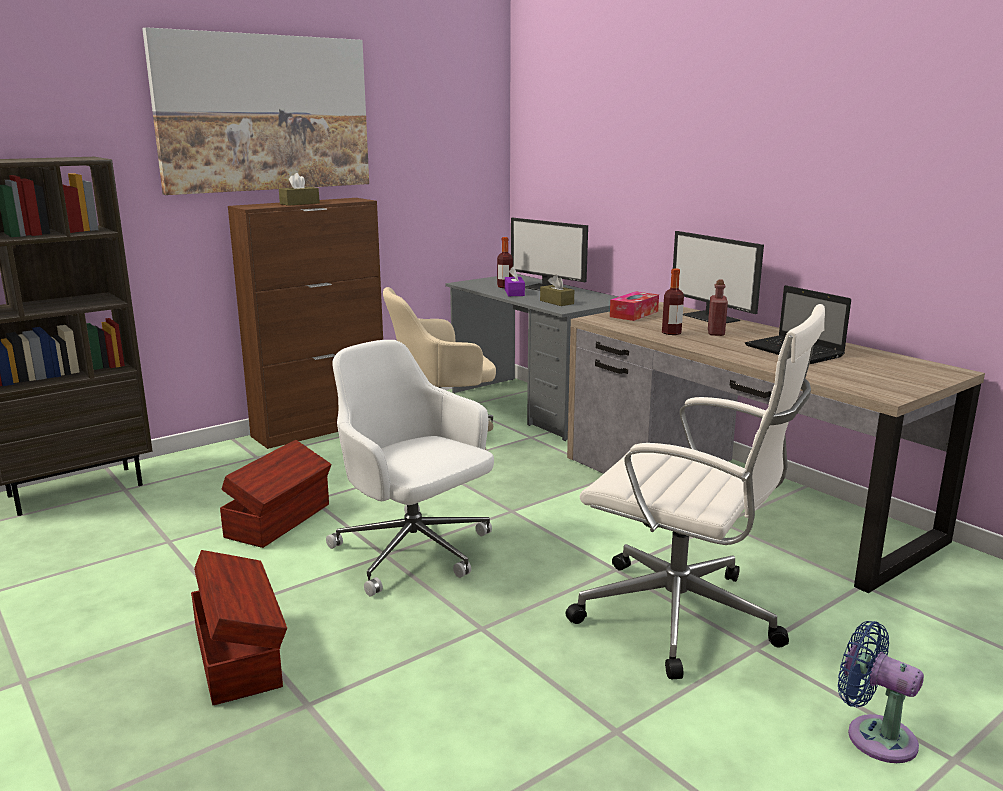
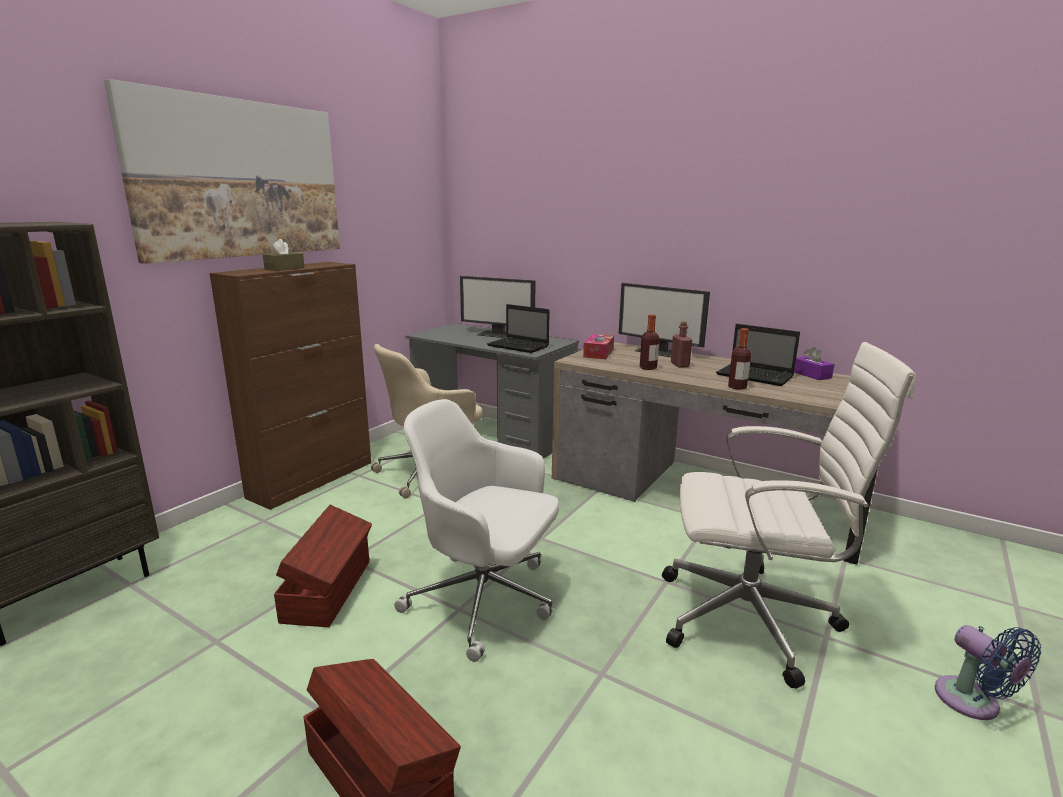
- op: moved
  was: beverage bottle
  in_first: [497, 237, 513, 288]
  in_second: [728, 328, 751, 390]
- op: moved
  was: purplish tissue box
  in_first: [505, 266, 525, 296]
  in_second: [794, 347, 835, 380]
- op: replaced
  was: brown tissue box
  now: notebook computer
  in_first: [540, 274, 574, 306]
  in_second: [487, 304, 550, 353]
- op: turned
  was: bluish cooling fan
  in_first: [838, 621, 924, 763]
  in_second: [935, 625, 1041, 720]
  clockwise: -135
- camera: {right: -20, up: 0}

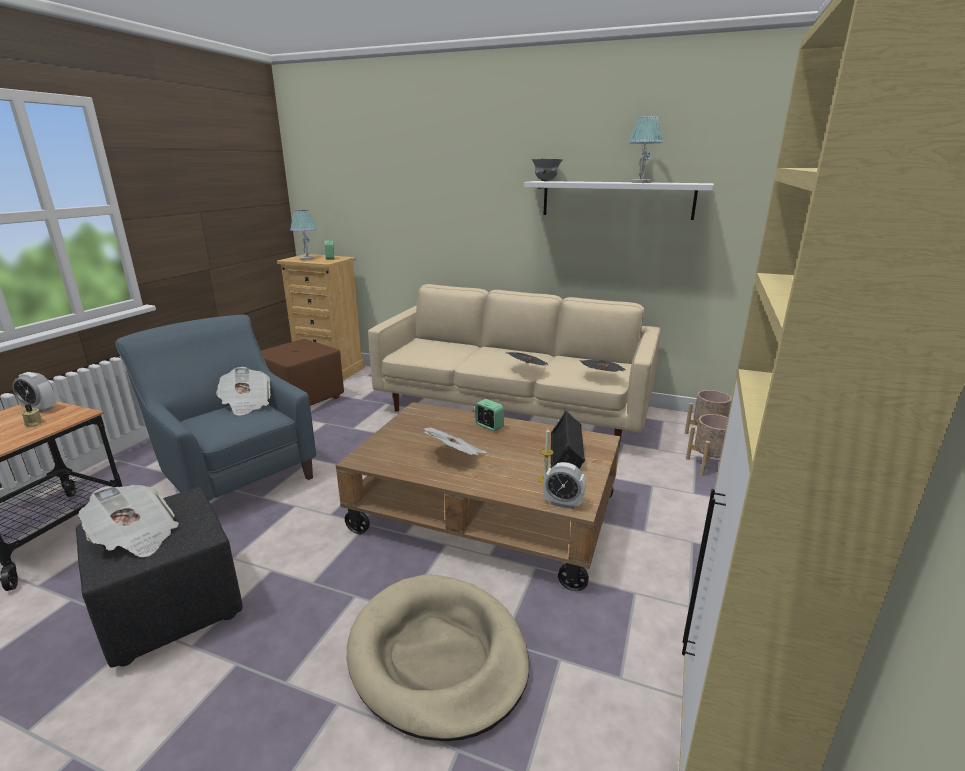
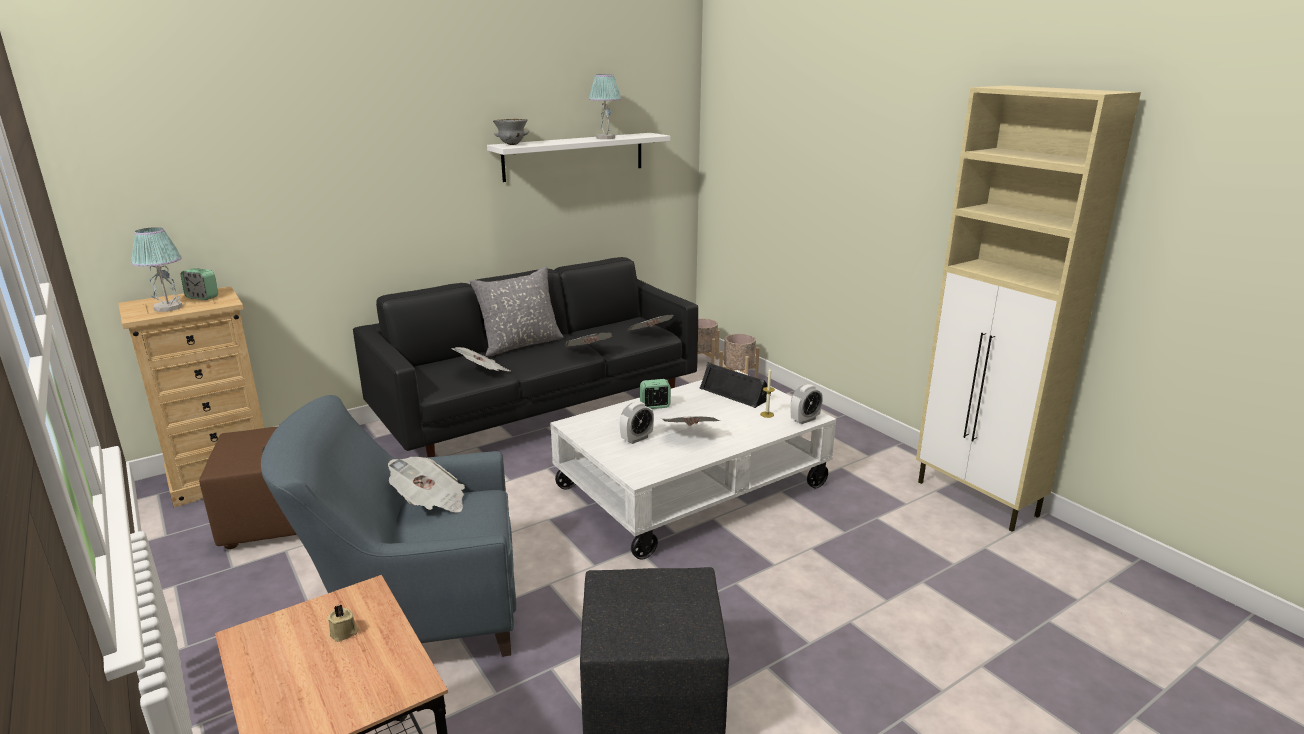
- op: removed
  was: beige-coloured dog bed
  in_first: [347, 575, 529, 741]
- op: added
  now: greyish cushion
  in_second: [470, 266, 563, 356]
- op: moved
  was: alarm clock
  in_first: [12, 372, 56, 412]
  in_second: [620, 402, 654, 444]
- op: moved
  was: daily paper
  in_first: [78, 485, 179, 557]
  in_second: [451, 347, 510, 371]
- op: recoloured
  was: brown lounge table
  now: white lounge table
  in_first: [336, 402, 620, 591]
  in_second: [550, 370, 836, 560]
- op: recoloured
  was: beige-coloured couch
  now: black-coloured couch
  in_first: [368, 284, 661, 446]
  in_second: [353, 257, 698, 457]
- camera: {right: -55, up: 0}

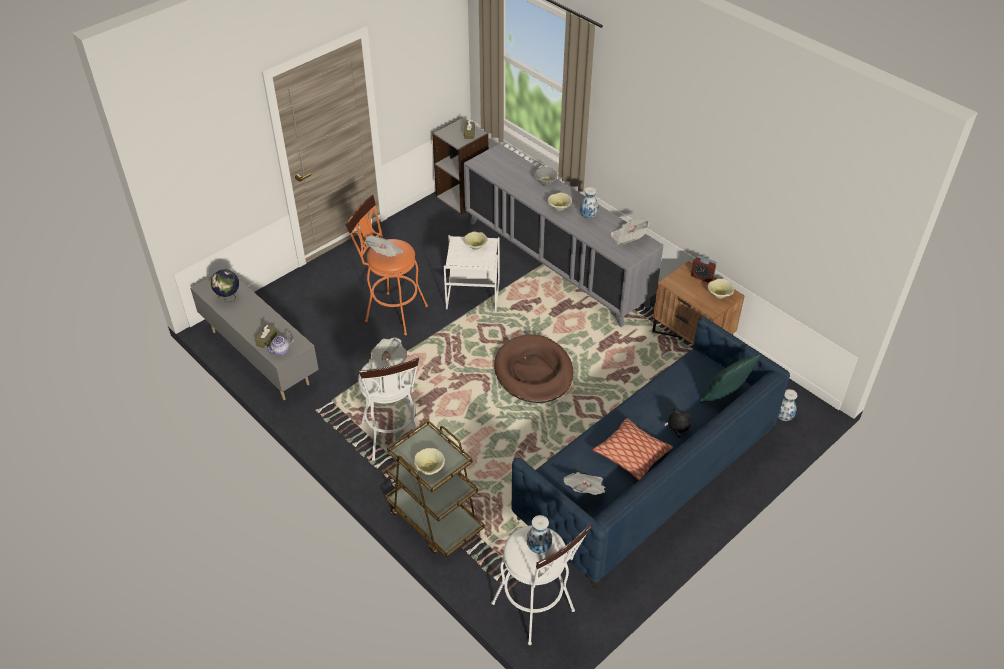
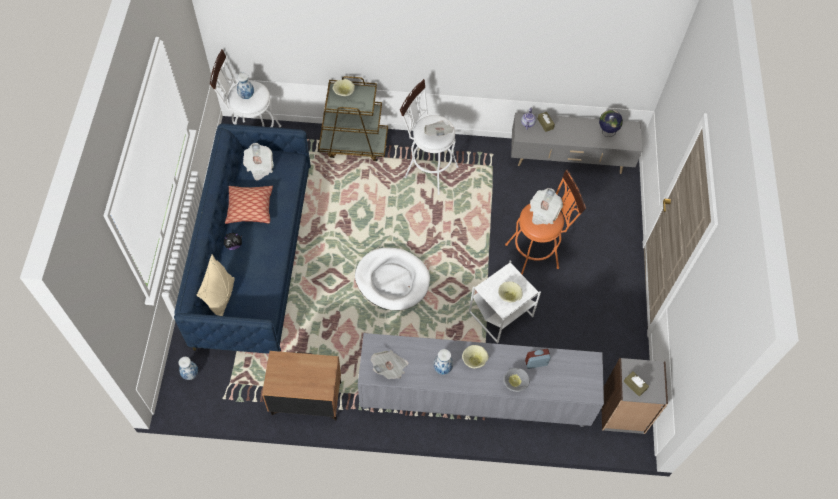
- op: removed
  was: beige-coloured deep dish
  in_first: [708, 279, 734, 298]
- op: moved
  was: alarm clock
  in_first: [691, 255, 717, 283]
  in_second: [525, 349, 551, 369]
- op: recoloured
  was: brown dog bed
  now: white dog bed
  in_first: [494, 334, 574, 403]
  in_second: [355, 247, 430, 311]
- op: recoloured
  was: green cushion
  now: beige-coloured cushion
  in_first: [700, 354, 761, 403]
  in_second: [197, 254, 235, 316]
- camera: {right: 135, up: 15}

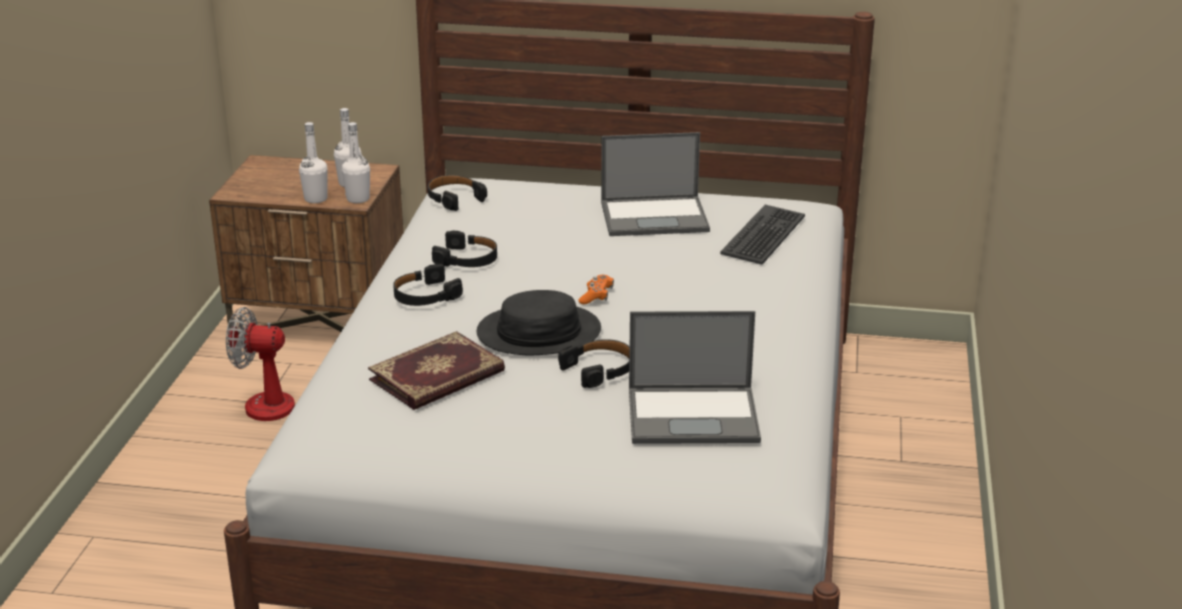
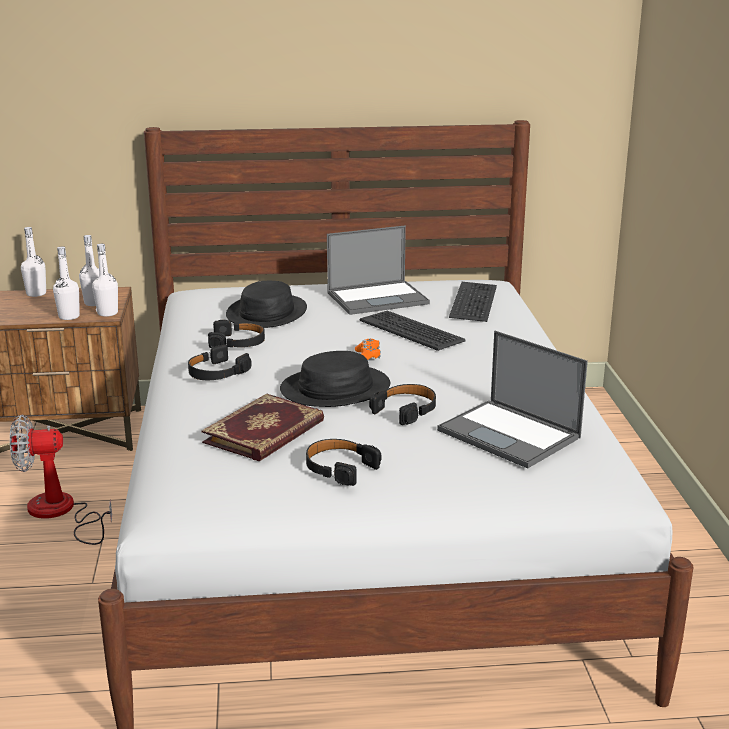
- op: added
  now: white beverage bottle
  in_second: [21, 227, 46, 297]
- op: added
  now: black-coloured clothing hat
  in_second: [226, 281, 307, 328]
- op: added
  now: keyboard
  in_second: [359, 311, 466, 351]
- op: moved
  was: black-coloured headset
  in_first: [428, 175, 487, 211]
  in_second: [306, 439, 381, 486]
- op: turned
  was: notebook computer
  in_first: [629, 311, 761, 444]
  in_second: [437, 331, 588, 468]
  clockwise: 60
- camera: {right: -15, up: -5}

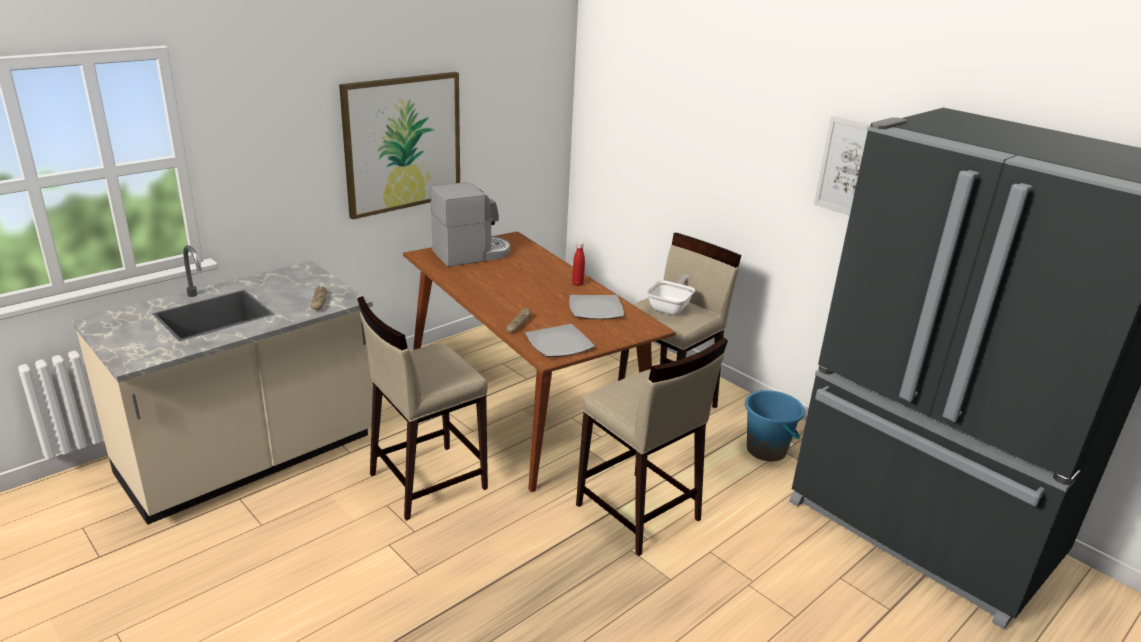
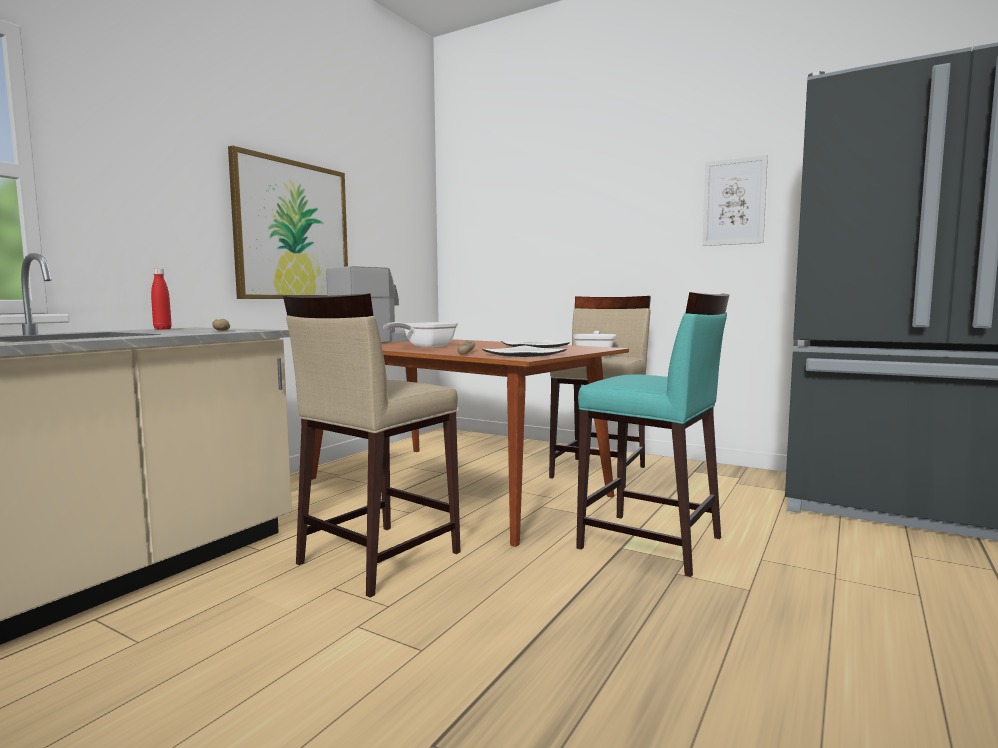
- op: removed
  was: bluish pail
  in_first: [745, 389, 805, 462]
- op: added
  now: pan
  in_second: [383, 322, 458, 348]
- op: moved
  was: reddish beverage bottle
  in_first: [572, 242, 585, 286]
  in_second: [151, 268, 172, 330]
- op: recoloured
  was: beige-coloured stool
  now: turquoise-coloured stool
  in_first: [576, 337, 728, 556]
  in_second: [576, 292, 729, 577]
- camera: {right: -15, up: -20}

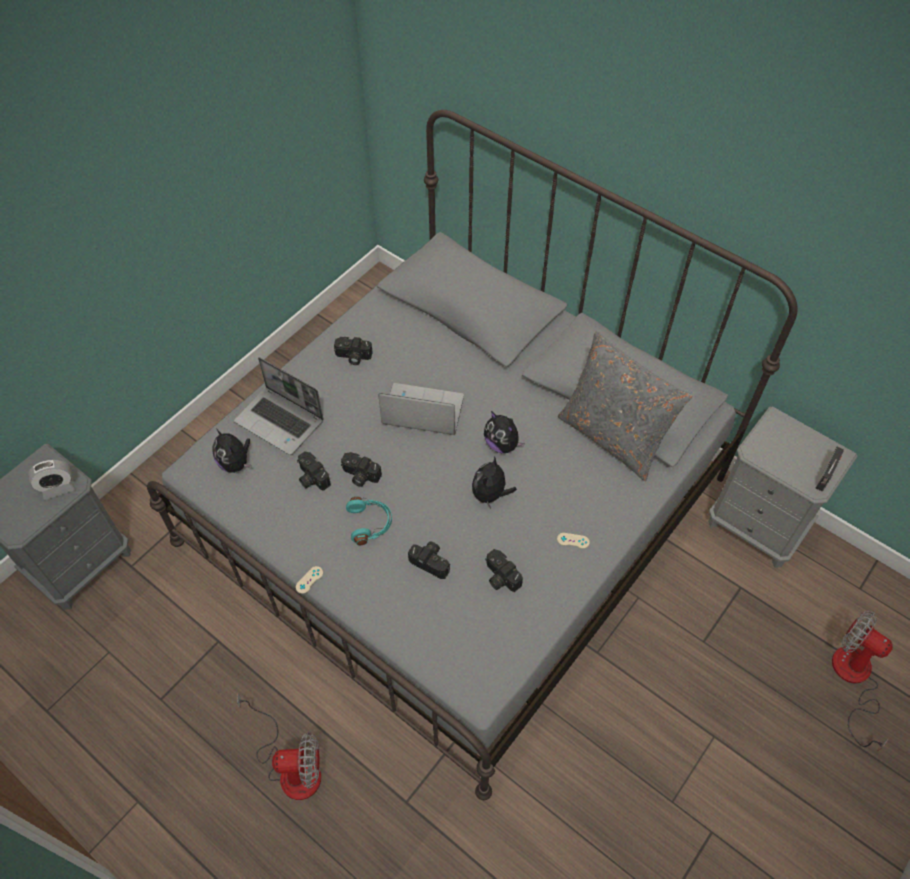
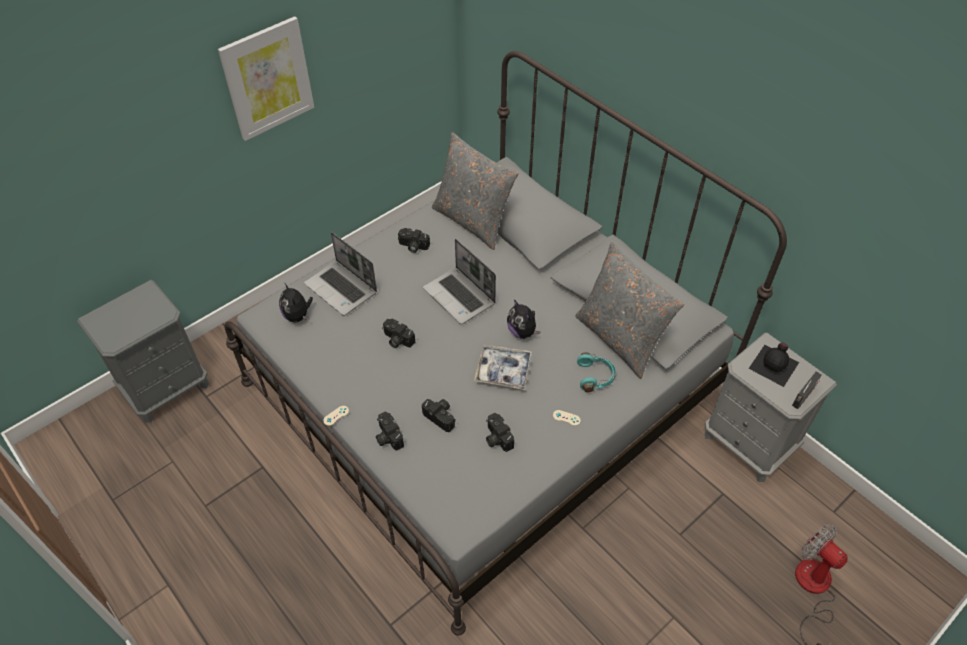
- op: removed
  was: alarm clock
  in_first: [28, 460, 75, 500]
- op: removed
  was: cooling fan
  in_first: [237, 693, 321, 800]
- op: added
  now: wall picture
  in_second: [218, 16, 314, 141]
- op: added
  now: greyish cushion
  in_second: [432, 132, 518, 250]
- op: added
  now: black-coloured beverage bottle
  in_second: [748, 342, 799, 387]
- op: moved
  was: photo camera
  in_first: [297, 451, 331, 491]
  in_second: [376, 412, 404, 451]
- op: moved
  was: turquoise-coloured headset
  in_first: [346, 497, 392, 545]
  in_second: [577, 352, 616, 392]
- op: replaced
  was: plush toy
  now: carrying tray
  in_first: [472, 456, 517, 509]
  in_second: [474, 345, 533, 390]
- op: turned
  was: notebook computer
  in_first: [378, 383, 464, 435]
  in_second: [423, 239, 496, 324]
  clockwise: -150
- camera: {right: 10, up: -5}

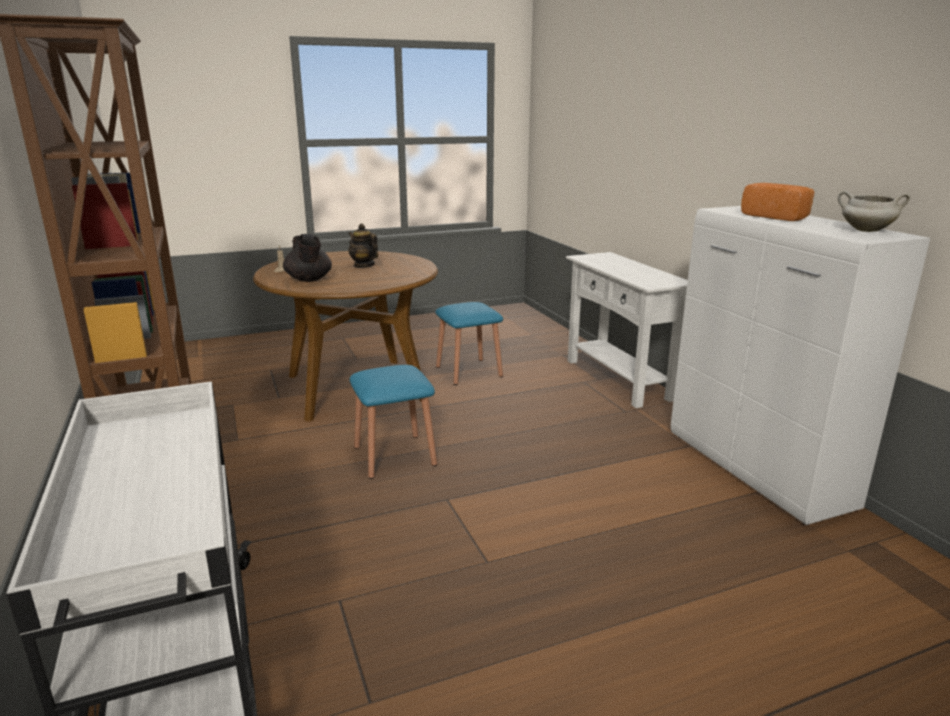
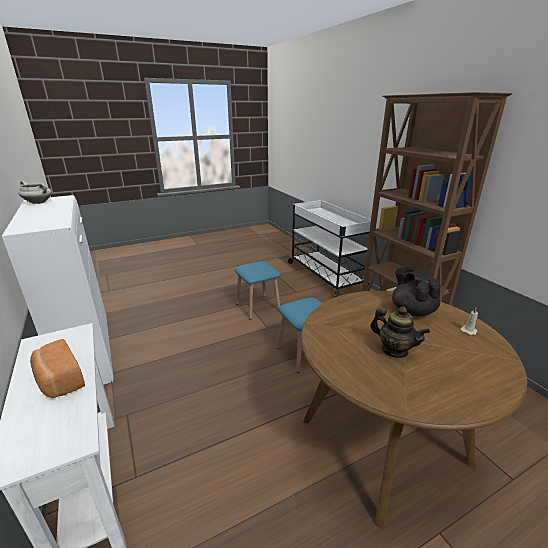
- op: moved
  was: bluish stool
  in_first: [435, 302, 503, 385]
  in_second: [235, 261, 280, 320]
- op: moved
  was: baked bread
  in_first: [741, 183, 814, 221]
  in_second: [30, 339, 85, 398]
- camera: {right: 175, up: 5}

